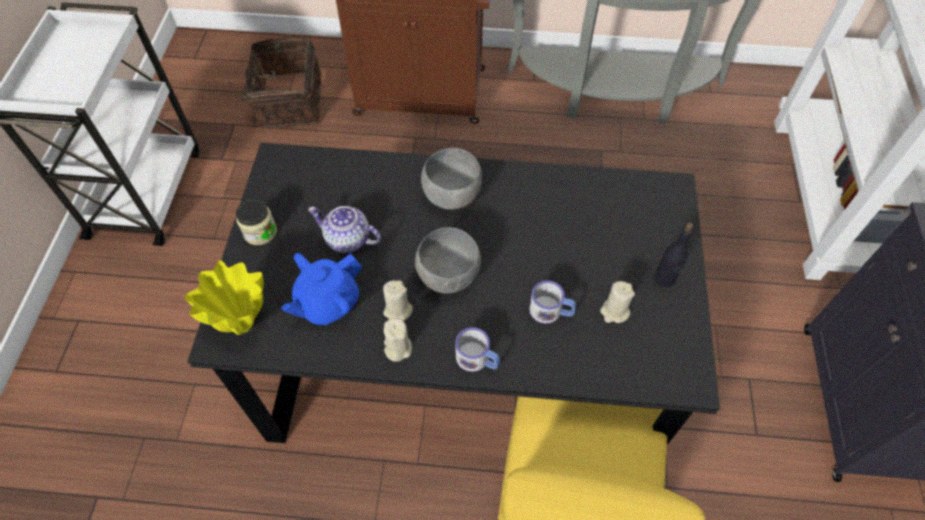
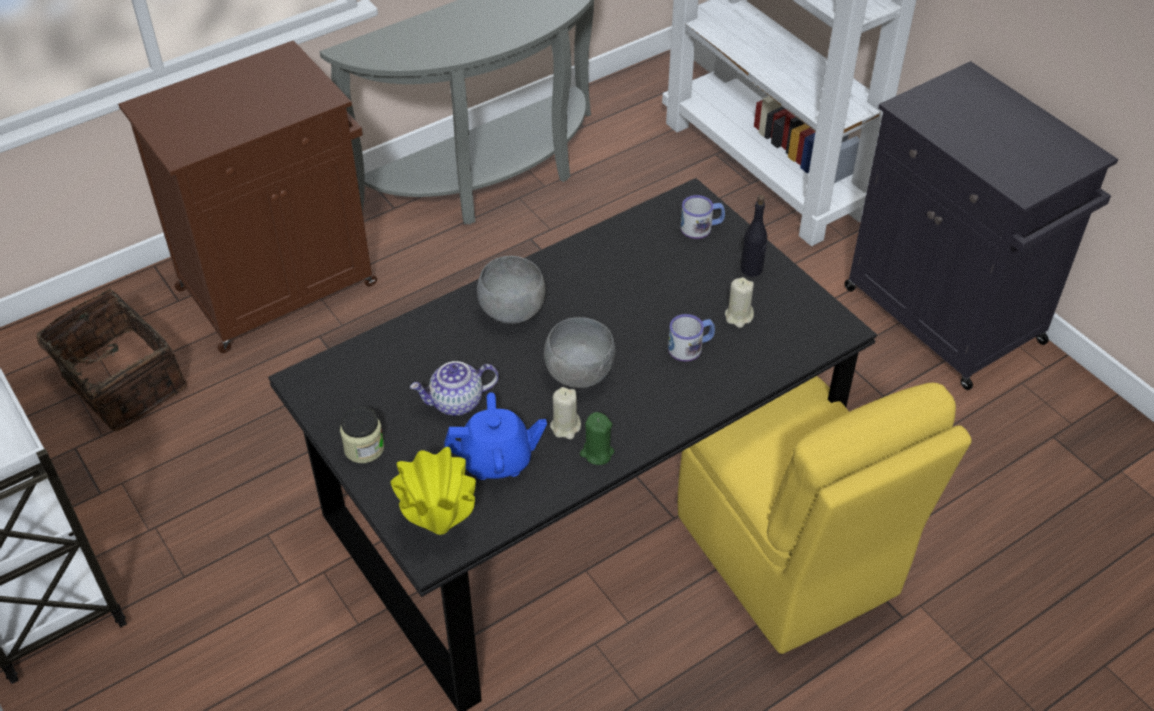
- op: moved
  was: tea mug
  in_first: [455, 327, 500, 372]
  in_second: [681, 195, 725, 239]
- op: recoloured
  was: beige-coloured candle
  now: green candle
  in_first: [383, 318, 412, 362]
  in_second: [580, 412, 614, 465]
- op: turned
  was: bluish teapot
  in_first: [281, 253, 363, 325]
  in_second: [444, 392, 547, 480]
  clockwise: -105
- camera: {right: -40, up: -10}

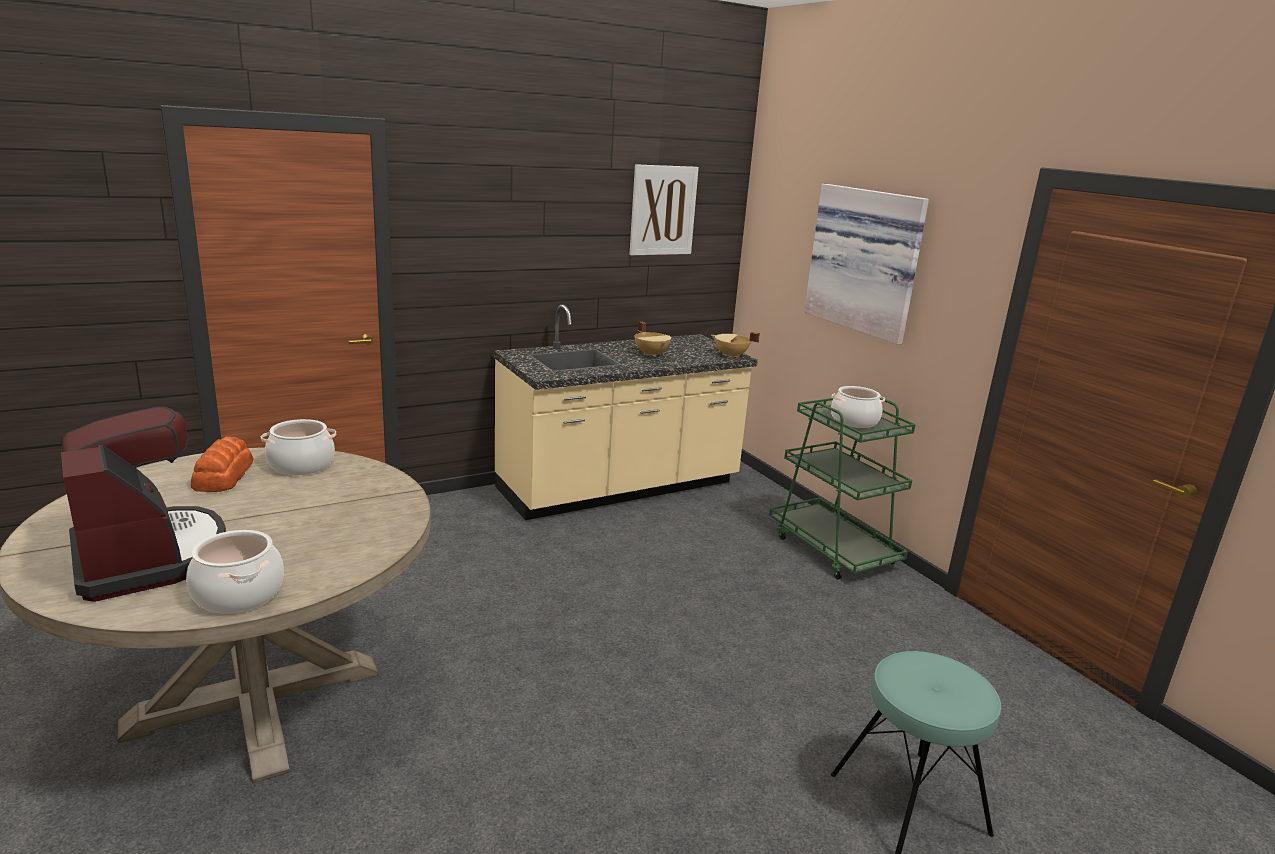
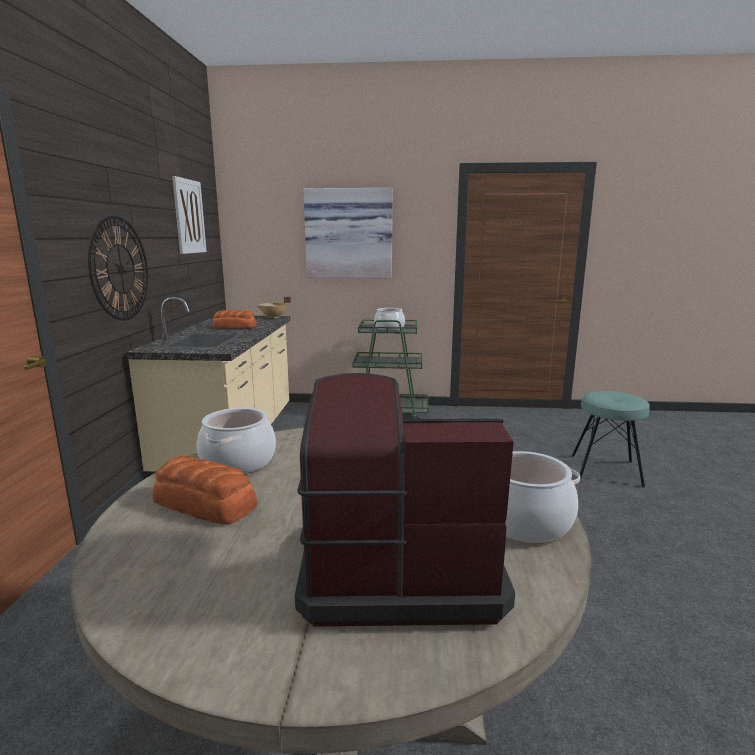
- op: added
  now: hanging clock
  in_second: [88, 216, 148, 321]
- op: replaced
  was: beige-coloured cooking pot
  now: baked bread
  in_first: [635, 321, 671, 357]
  in_second: [212, 310, 257, 329]
- camera: {right: -55, up: -5}

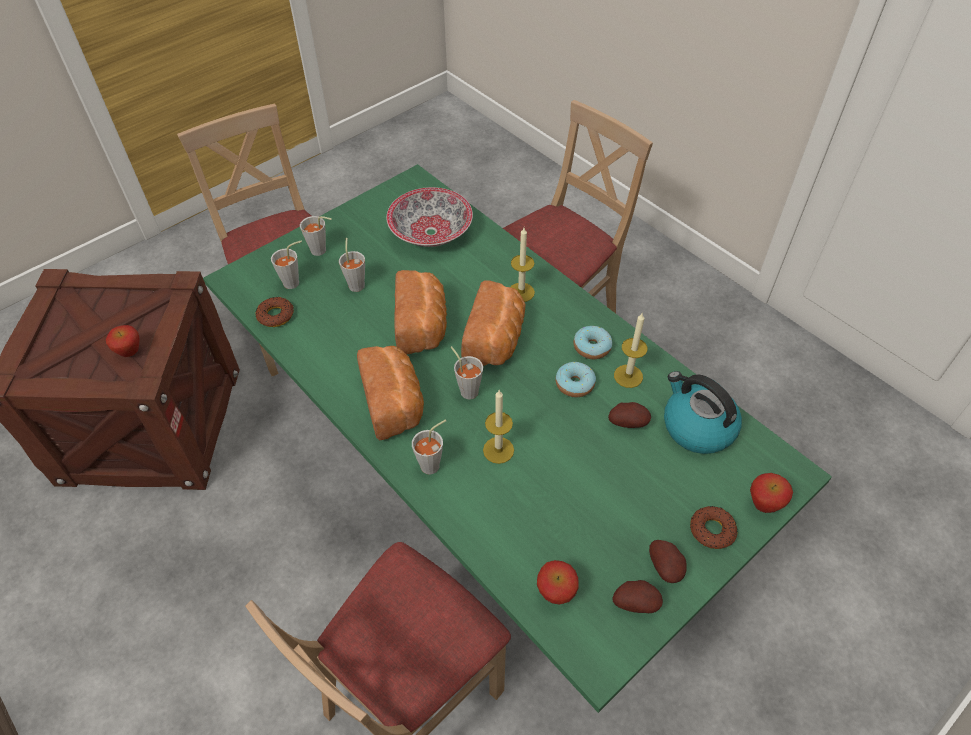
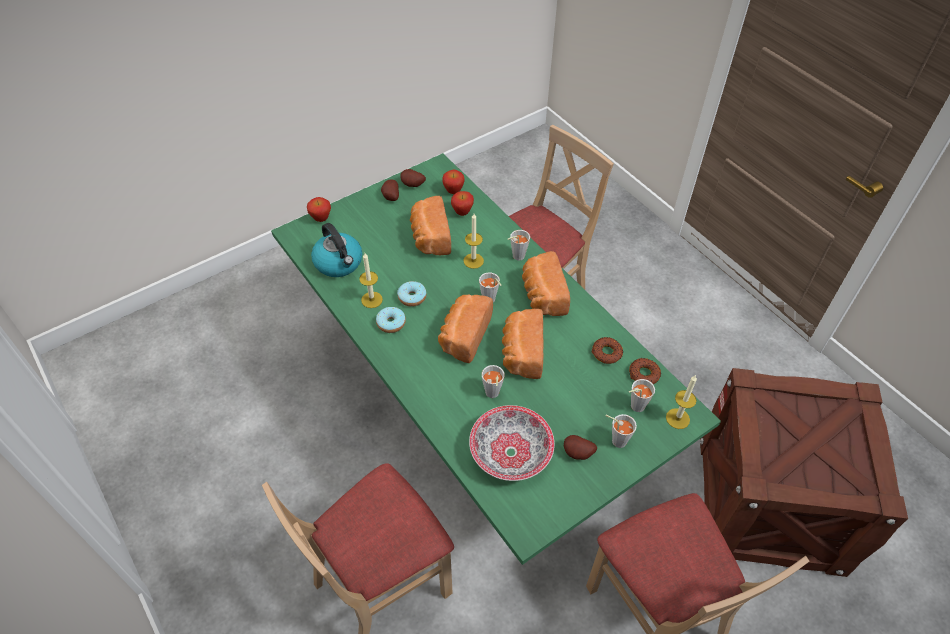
- op: added
  now: baked bread
  in_second: [410, 196, 451, 255]
- op: moved
  was: apple
  in_first: [106, 325, 139, 357]
  in_second: [451, 191, 474, 216]
- op: moved
  was: greyish small cup
  in_first: [339, 238, 365, 292]
  in_second: [482, 365, 504, 398]
- op: moved
  was: candle
  in_first: [511, 228, 535, 302]
  in_second: [666, 375, 697, 429]
- op: moved
  was: spud
  in_first: [608, 402, 651, 428]
  in_second: [564, 435, 597, 460]
- op: moved
  was: donut
  in_first: [690, 506, 738, 549]
  in_second: [592, 337, 623, 364]
- camera: {right: -175, up: 0}

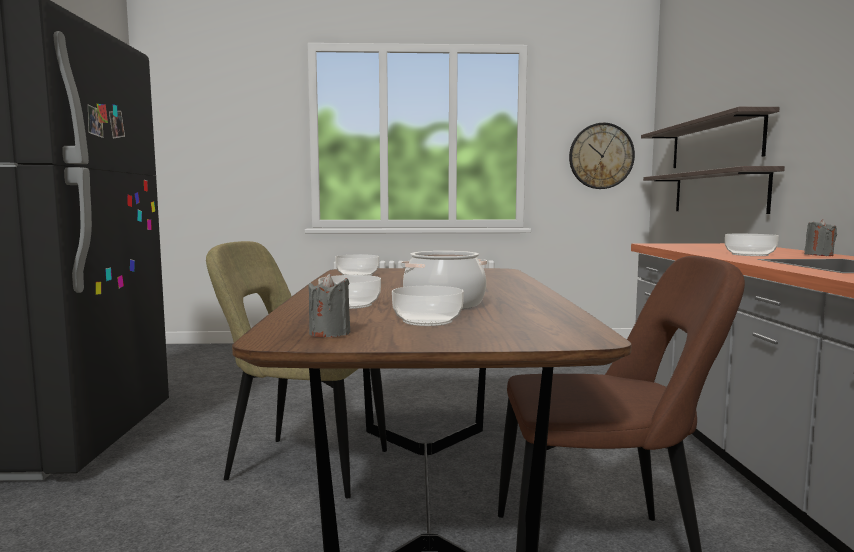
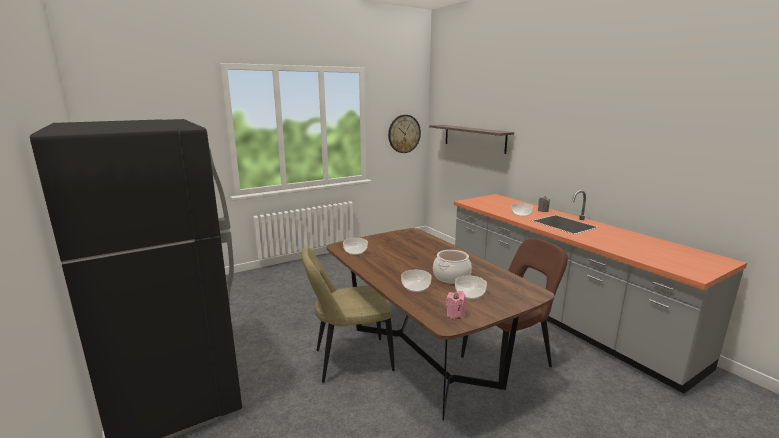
- op: removed
  was: wall shelf
  in_first: [643, 166, 785, 214]
- op: recoloured
  was: greyish candle
  now: pink-coloured candle
  in_first: [308, 274, 350, 337]
  in_second: [446, 291, 466, 320]
- camera: {right: -30, up: 10}

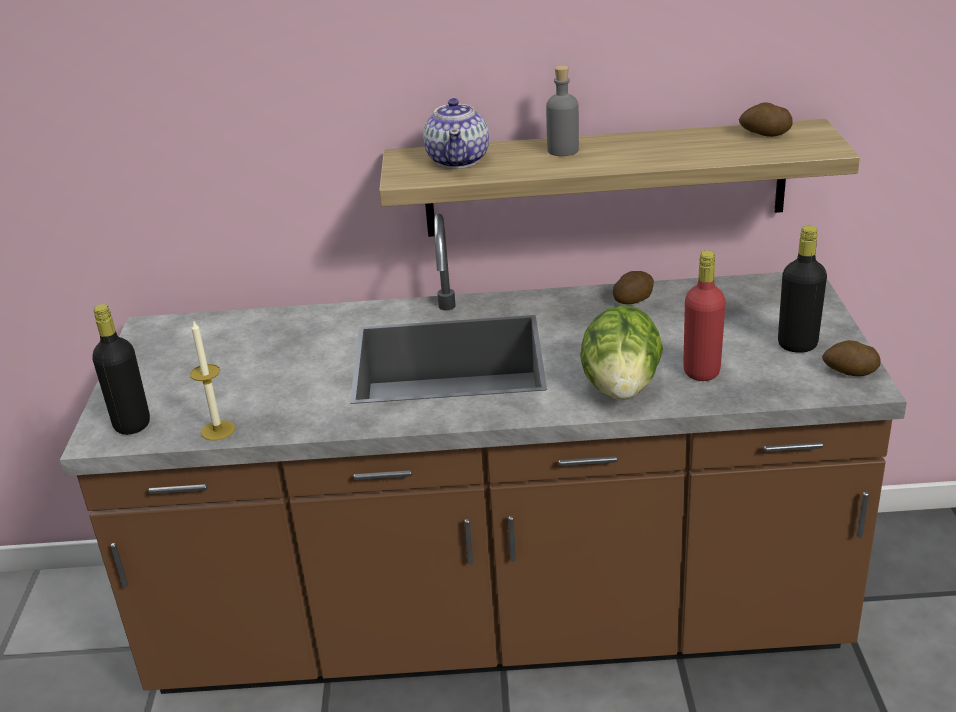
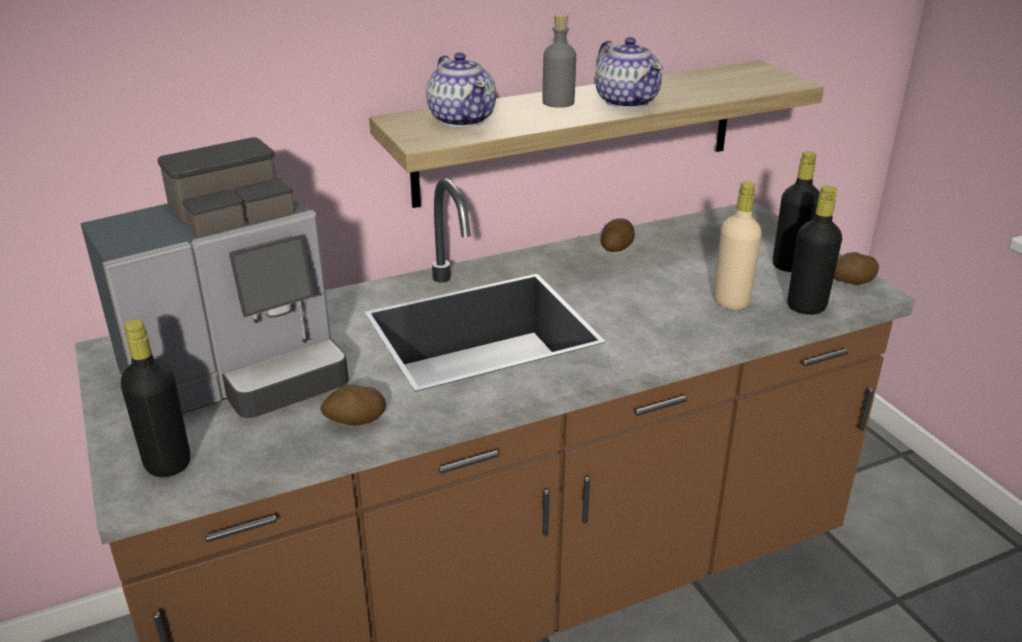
- op: removed
  was: candle
  in_first: [190, 320, 235, 441]
- op: removed
  was: head of lettuce
  in_first: [580, 305, 663, 400]
- op: added
  now: coffee brewer
  in_second: [80, 137, 349, 418]
- op: added
  now: teapot
  in_second: [595, 37, 663, 109]
- op: added
  now: black-coloured beverage bottle
  in_second: [787, 186, 842, 315]
- op: moved
  was: spud
  in_first: [739, 102, 793, 137]
  in_second: [320, 385, 386, 426]
- op: recoloured
  was: reddish beverage bottle
  now: beige-coloured beverage bottle
  in_first: [683, 250, 726, 381]
  in_second: [714, 181, 762, 310]
- camera: {right: -25, up: 0}

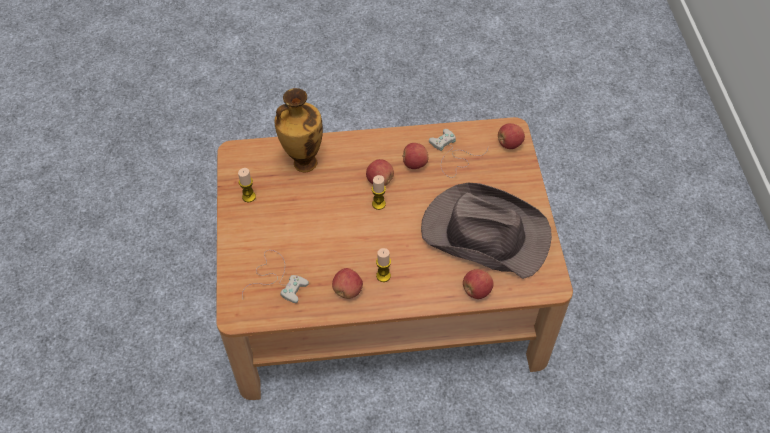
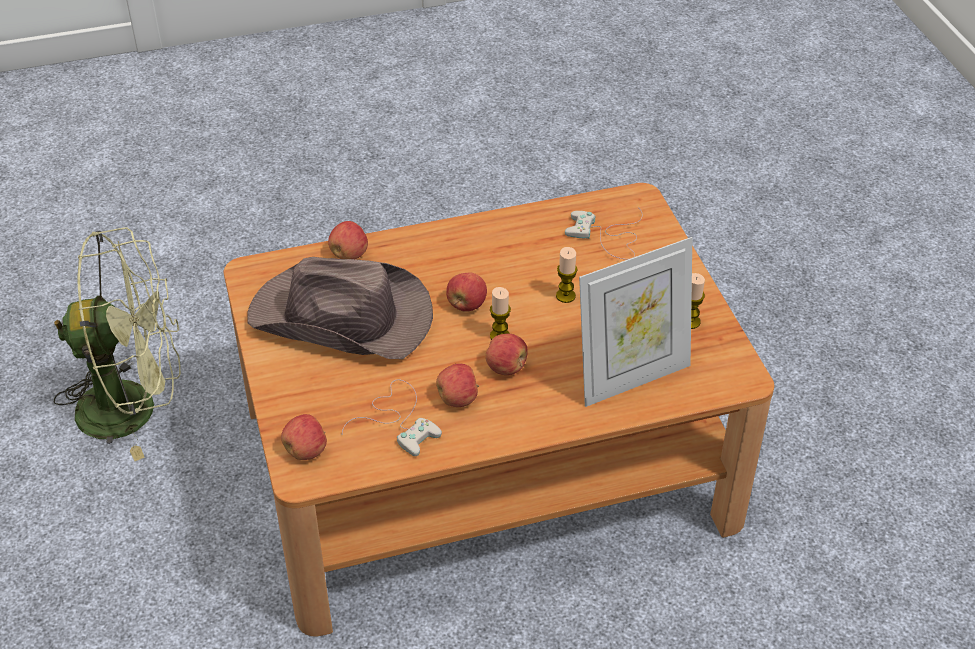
- op: added
  now: green cooling fan
  in_second: [54, 228, 181, 461]
- op: moved
  was: apple
  in_first: [332, 268, 363, 299]
  in_second: [446, 272, 487, 312]
- op: moved
  was: candle
  in_first: [376, 248, 391, 282]
  in_second: [556, 247, 578, 303]
- op: replaced
  was: flower vase
  now: standing frame
  in_first: [274, 88, 323, 172]
  in_second: [579, 237, 692, 407]
- camera: {right: 170, up: -10}

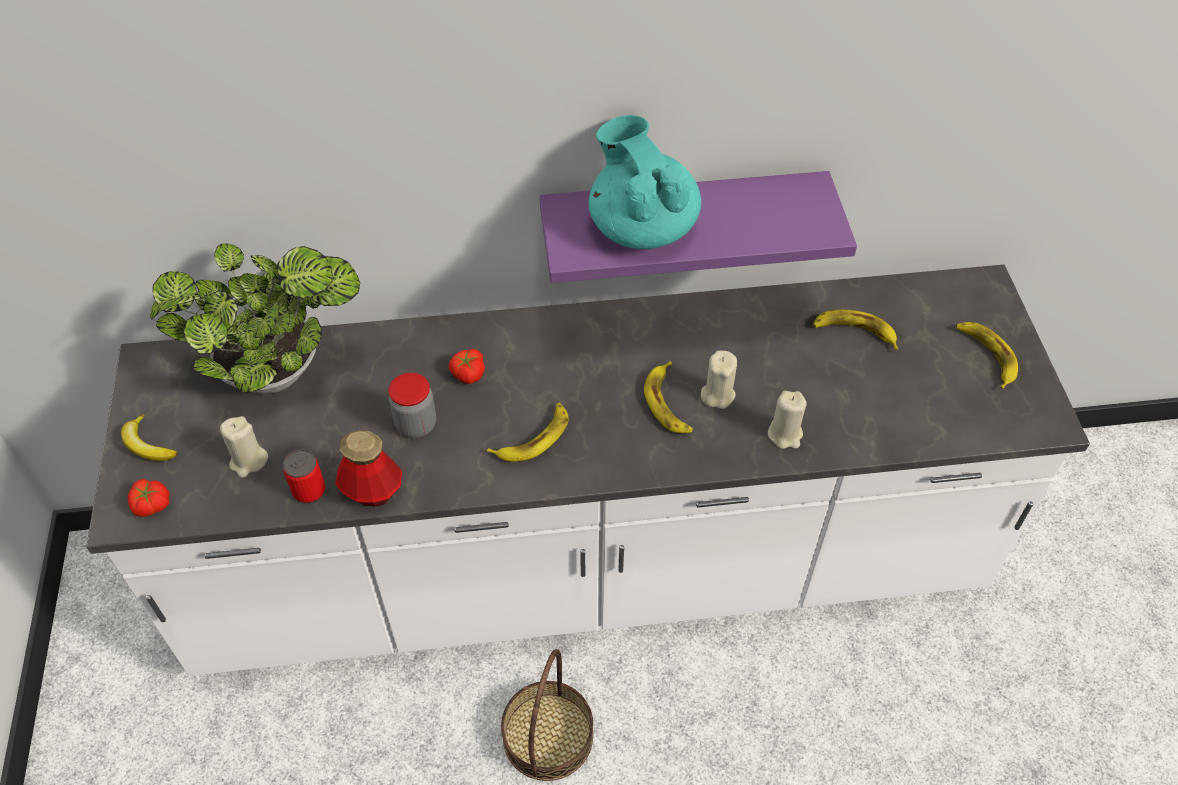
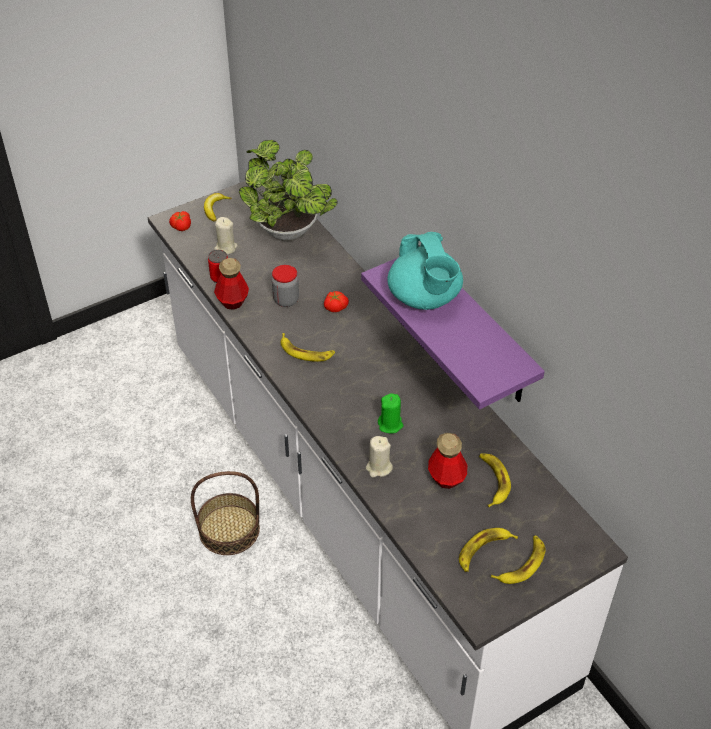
- op: added
  now: beverage bottle
  in_second: [428, 433, 467, 489]
- op: moved
  was: banana
  in_first: [644, 361, 693, 433]
  in_second: [459, 528, 518, 572]
- op: recoloured
  was: beige-coloured candle
  now: green candle
  in_first: [701, 350, 737, 409]
  in_second: [378, 393, 403, 434]
- op: turned
  was: turquoise-coloured teapot
  in_first: [588, 115, 701, 249]
  in_second: [387, 232, 463, 310]
  clockwise: 120
- camera: {right: 65, up: -5}

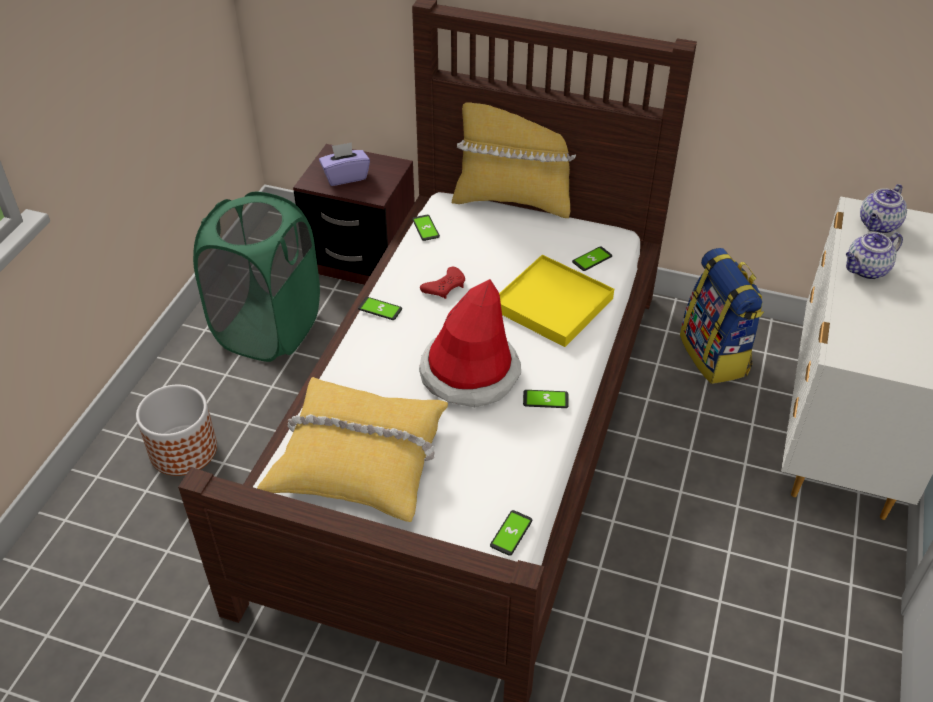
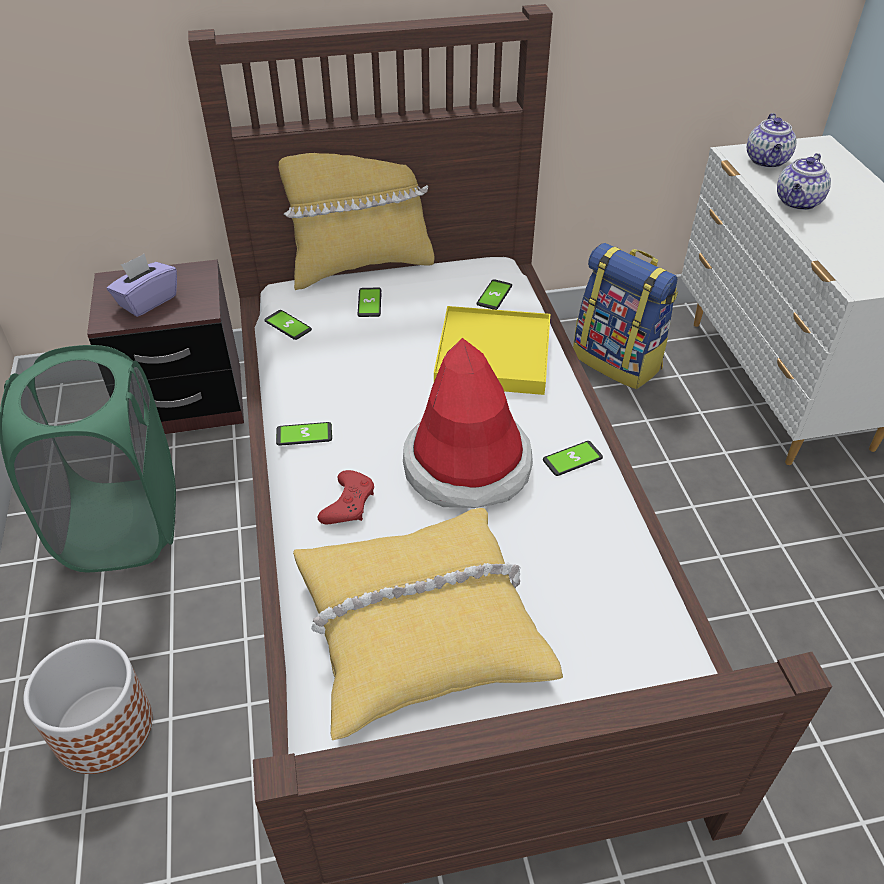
- op: moved
  was: reddish gamepad
  in_first: [420, 267, 465, 299]
  in_second: [318, 470, 374, 524]
- op: moved
  was: phone
  in_first: [490, 510, 532, 556]
  in_second: [358, 288, 381, 317]
- camera: {right: -30, up: 0}

